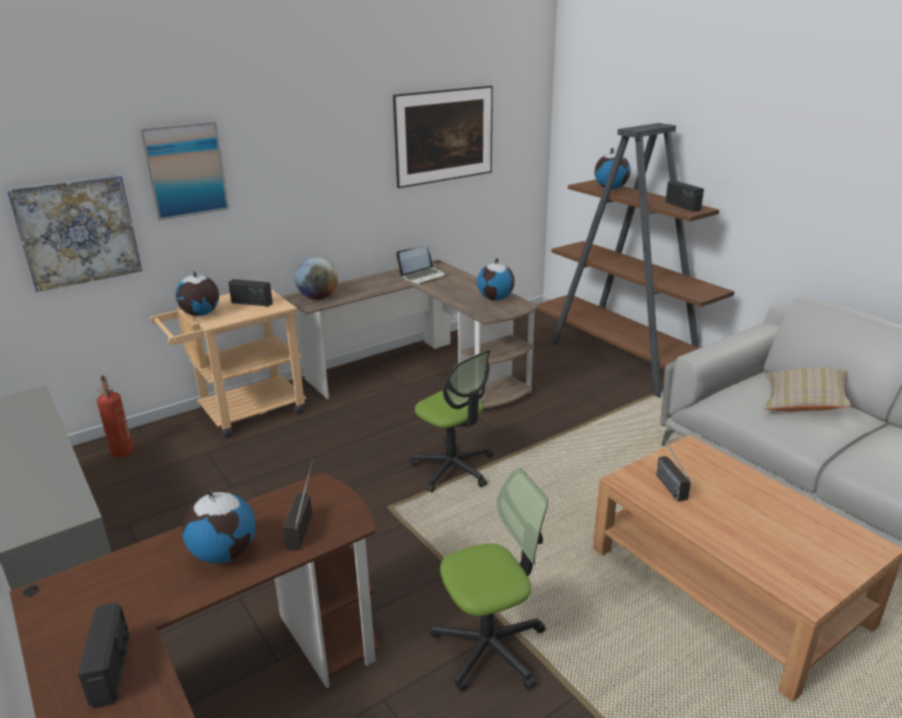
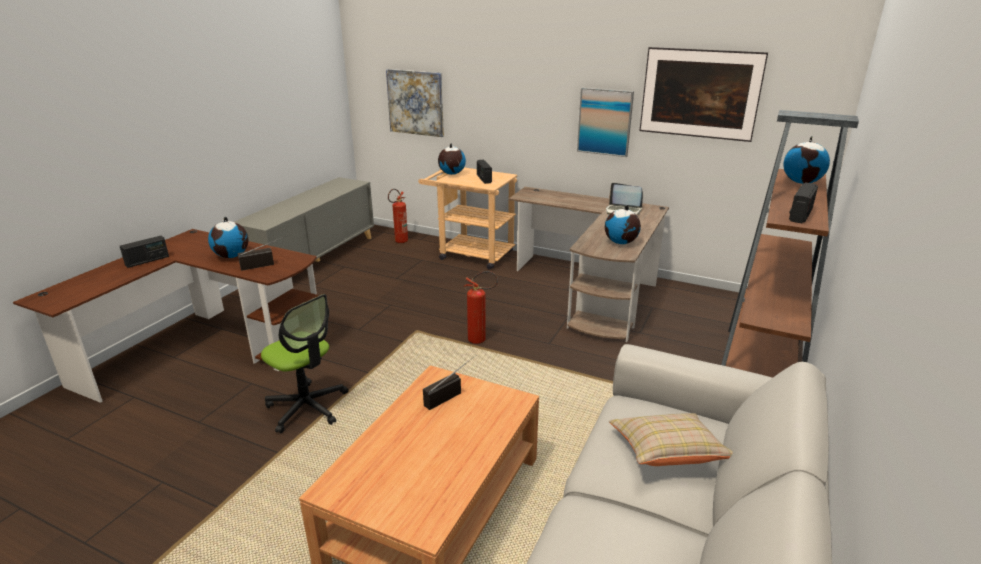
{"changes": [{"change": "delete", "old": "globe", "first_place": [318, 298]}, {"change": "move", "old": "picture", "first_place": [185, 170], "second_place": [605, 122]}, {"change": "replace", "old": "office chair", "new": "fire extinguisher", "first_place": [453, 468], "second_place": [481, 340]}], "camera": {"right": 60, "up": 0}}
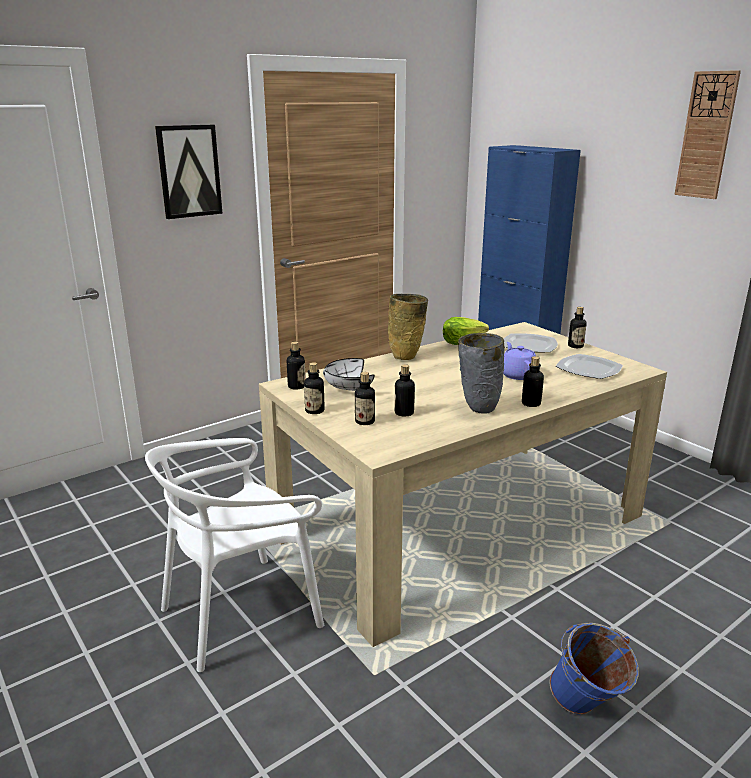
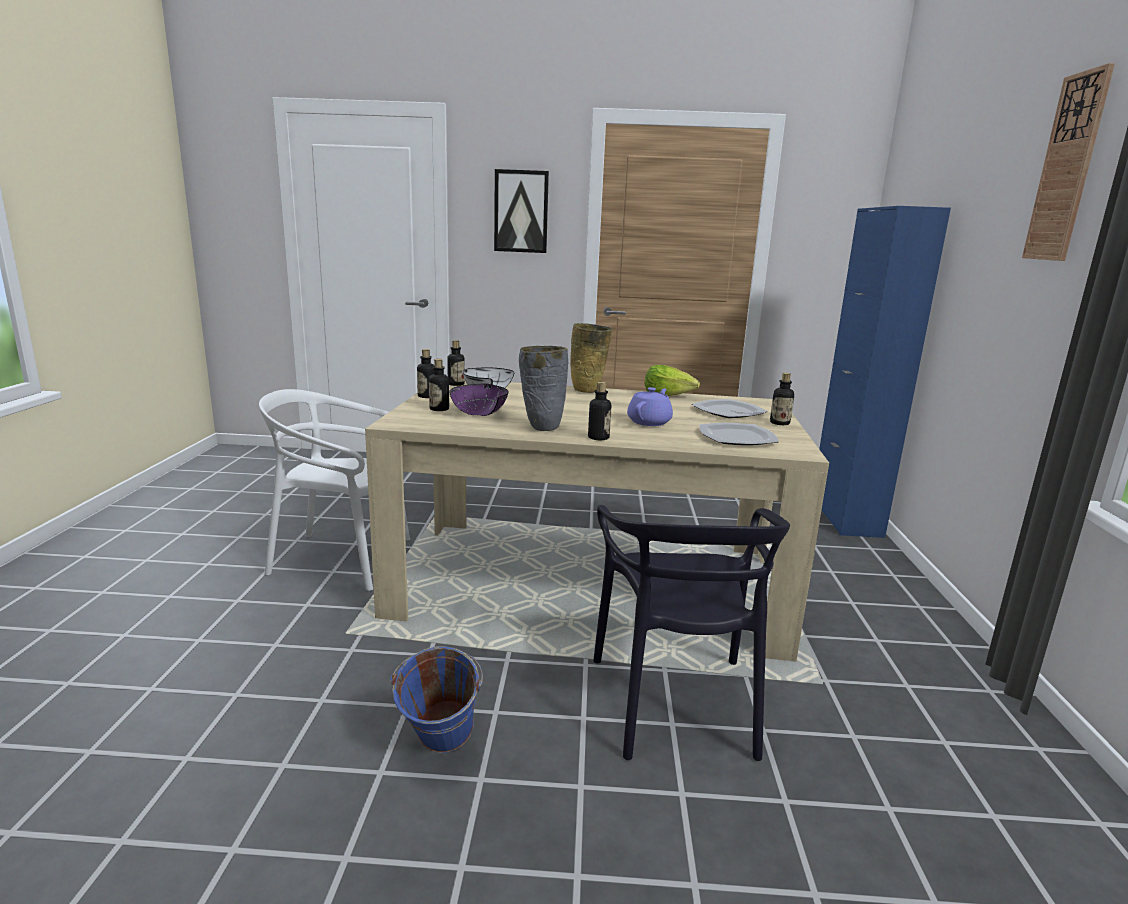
{"changes": [{"change": "insert", "new": "black chair", "second_place": [676, 703]}, {"change": "replace", "old": "bottle", "new": "purple bowl", "first_place": [404, 413], "second_place": [480, 413]}], "camera": {"right": 40, "up": -5}}
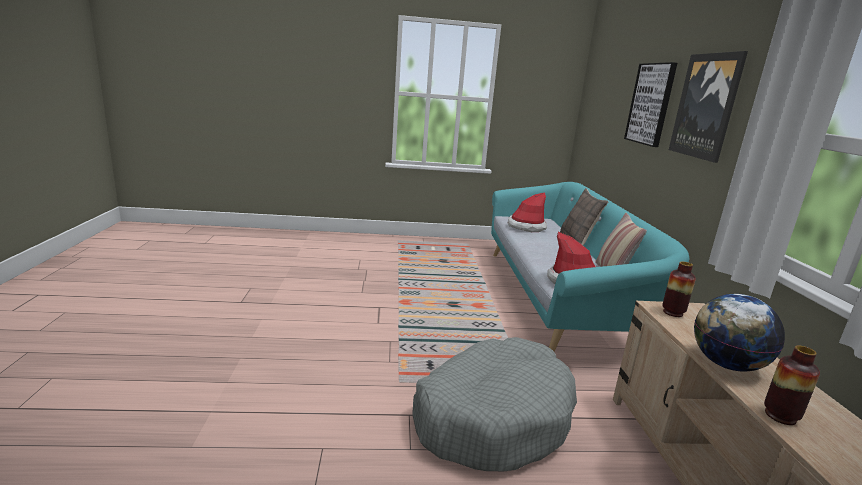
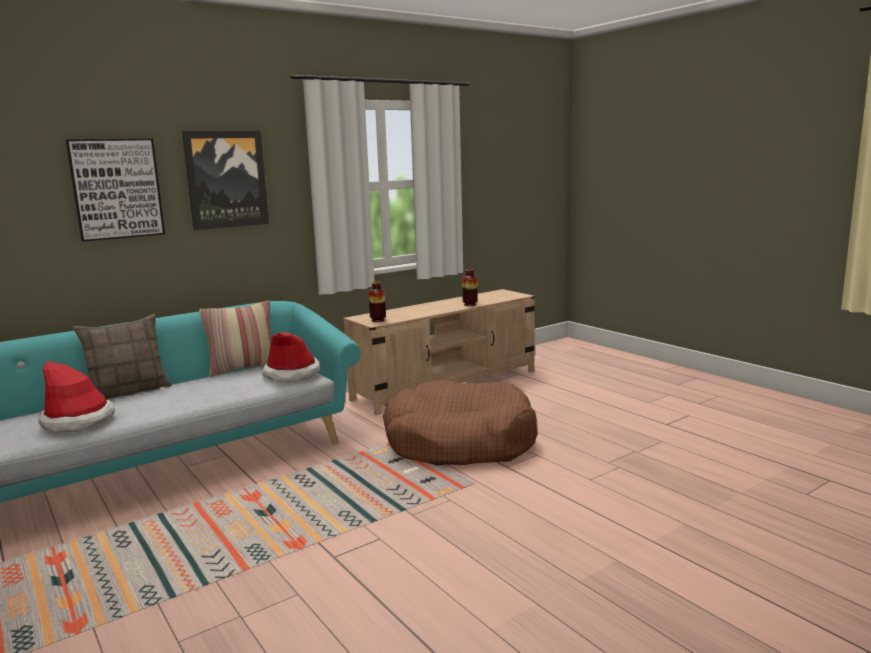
{"changes": [{"change": "delete", "old": "globe", "first_place": [726, 364]}, {"change": "recolor", "old": "grey dog bed", "new": "brown dog bed", "first_place": [492, 416], "second_place": [459, 442]}], "camera": {"right": -120, "up": -5}}
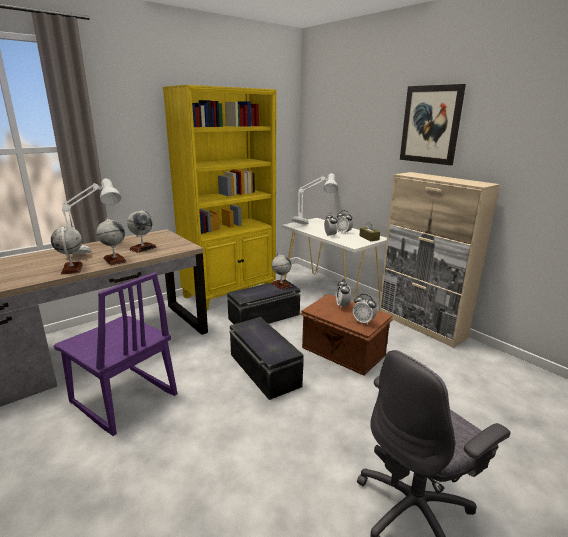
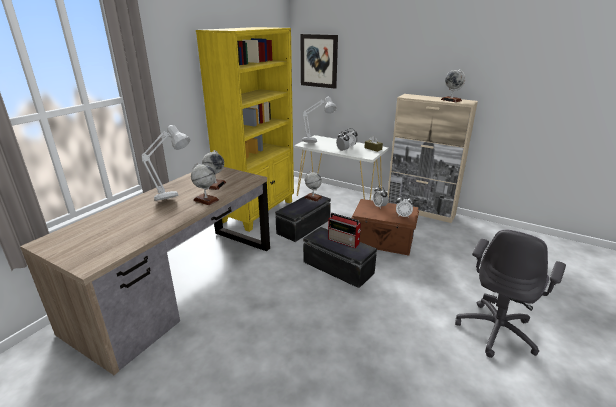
{"changes": [{"change": "delete", "old": "purple chair", "first_place": [123, 400]}, {"change": "insert", "new": "radio", "second_place": [344, 241]}, {"change": "move", "old": "globe", "first_place": [72, 269], "second_place": [451, 100]}, {"change": "move", "old": "picture", "first_place": [430, 125], "second_place": [319, 61]}], "camera": {"right": -20, "up": 5}}
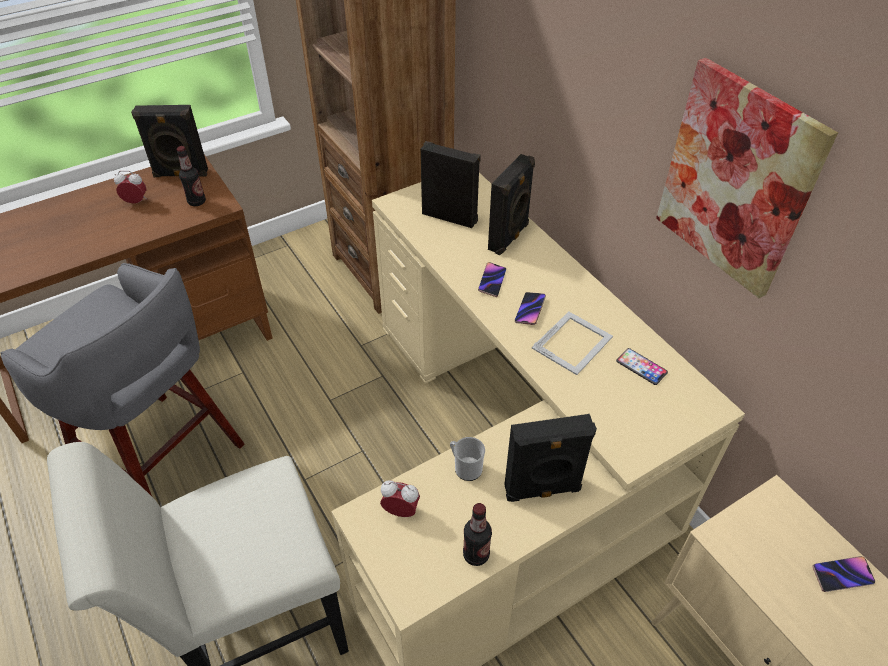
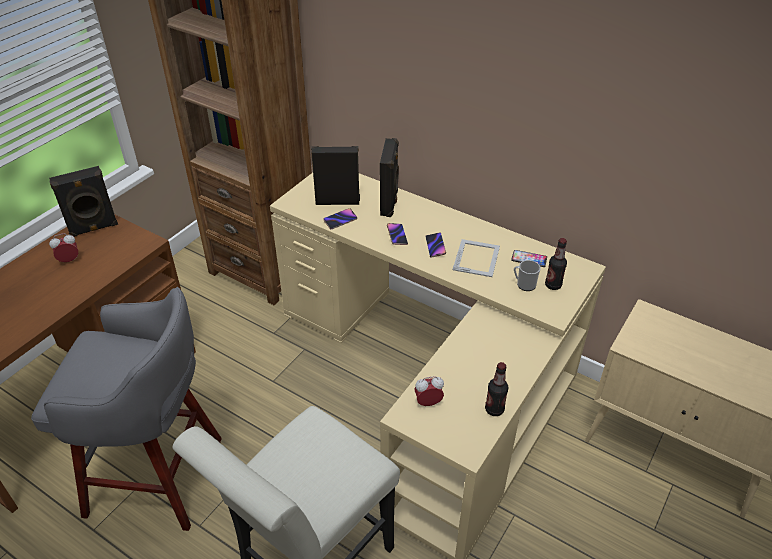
{"changes": [{"change": "delete", "old": "black speaker", "first_place": [542, 490]}, {"change": "delete", "old": "picture", "first_place": [737, 180]}, {"change": "move", "old": "bottle", "first_place": [197, 202], "second_place": [553, 285]}, {"change": "move", "old": "mug", "first_place": [465, 467], "second_place": [524, 284]}, {"change": "move", "old": "phone", "first_place": [842, 575], "second_place": [340, 220]}], "camera": {"right": -25, "up": -5}}
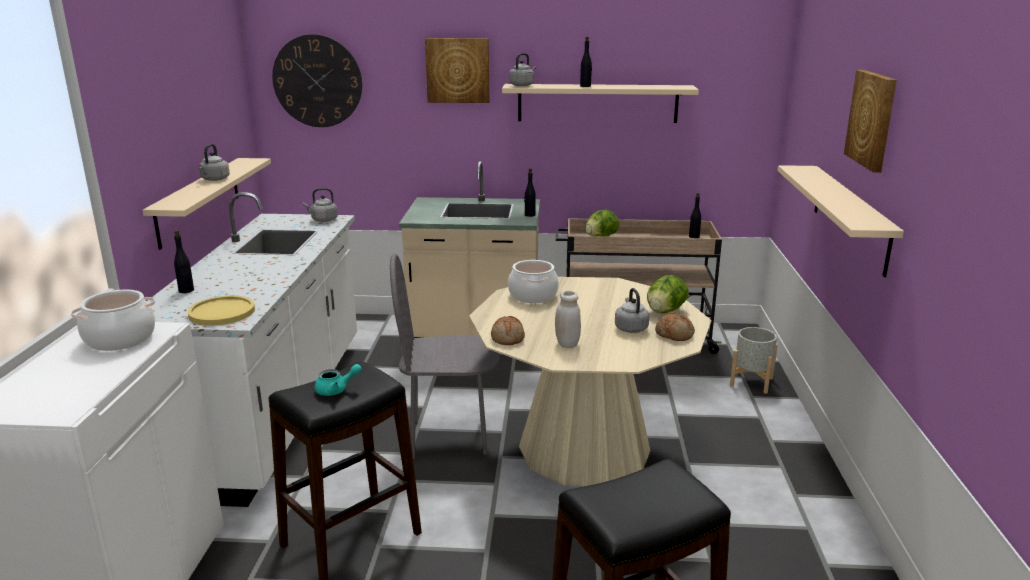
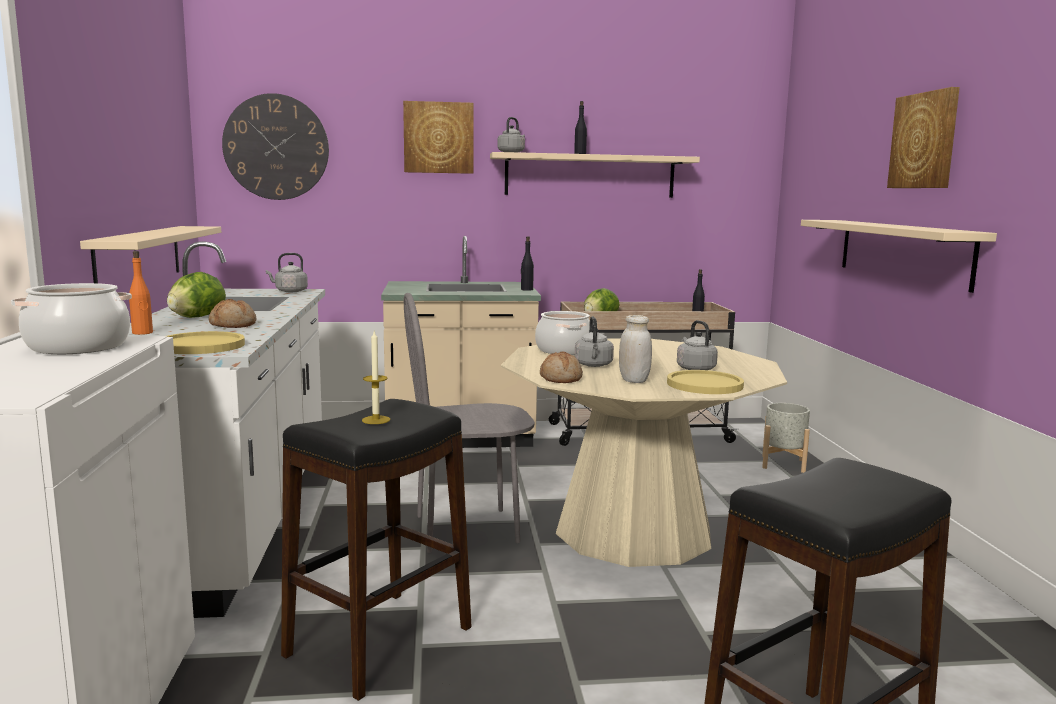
{"changes": [{"change": "insert", "new": "yellow plate", "second_place": [704, 384]}, {"change": "move", "old": "grey kettle", "first_place": [214, 179], "second_place": [593, 365]}, {"change": "move", "old": "lettuce", "first_place": [665, 311], "second_place": [196, 317]}, {"change": "move", "old": "bread", "first_place": [674, 334], "second_place": [233, 325]}, {"change": "replace", "old": "turquoise teapot", "new": "candle", "first_place": [336, 390], "second_place": [376, 420]}, {"change": "recolor", "old": "black bottle", "new": "orange bottle", "first_place": [186, 290], "second_place": [142, 333]}], "camera": {"right": -10, "up": -10}}
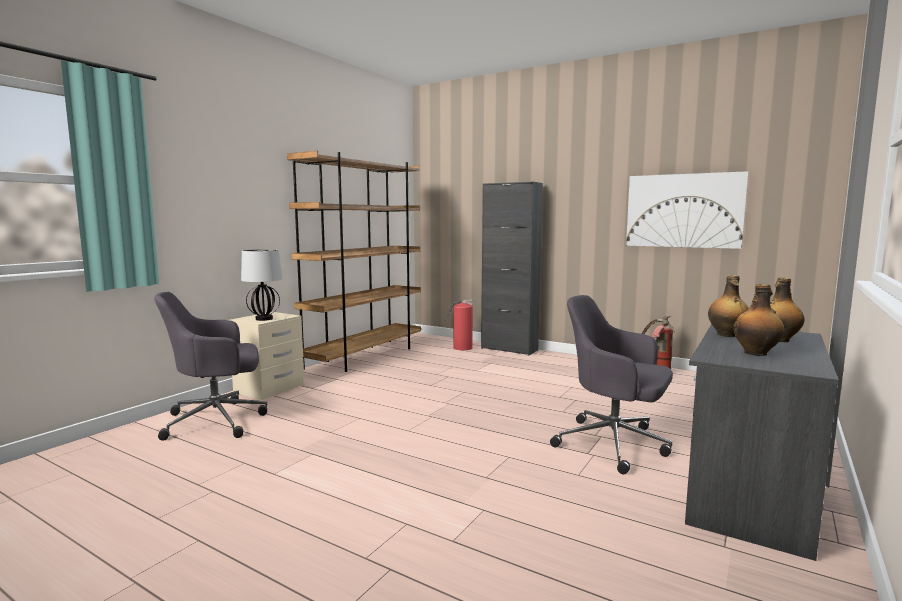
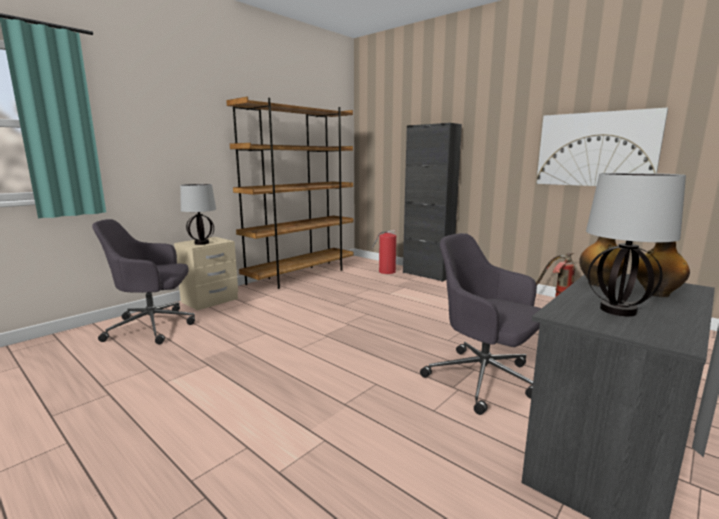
{"changes": [{"change": "replace", "old": "bottle", "new": "table lamp", "first_place": [756, 353], "second_place": [619, 310]}], "camera": {"right": 10, "up": 5}}
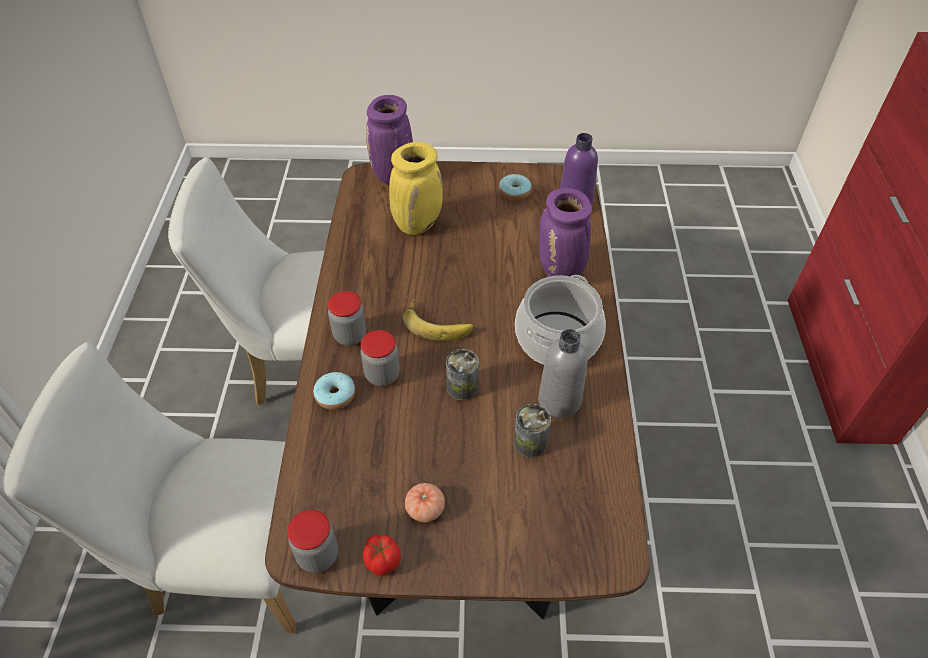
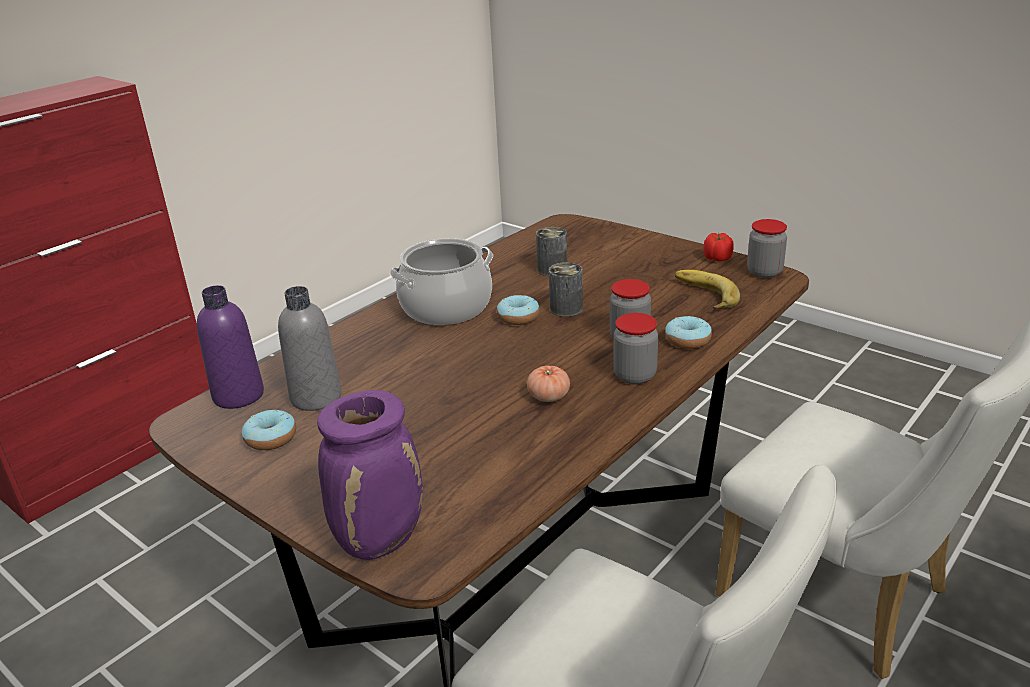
{"changes": [{"change": "delete", "old": "yellow vase", "first_place": [417, 224]}, {"change": "delete", "old": "purple vase", "first_place": [561, 273]}, {"change": "insert", "new": "donut", "second_place": [518, 317]}, {"change": "move", "old": "banana", "first_place": [438, 323], "second_place": [702, 295]}, {"change": "move", "old": "tomato", "first_place": [425, 509], "second_place": [548, 396]}, {"change": "move", "old": "grey bottle", "first_place": [559, 401], "second_place": [316, 397]}], "camera": {"right": -140, "up": -20}}
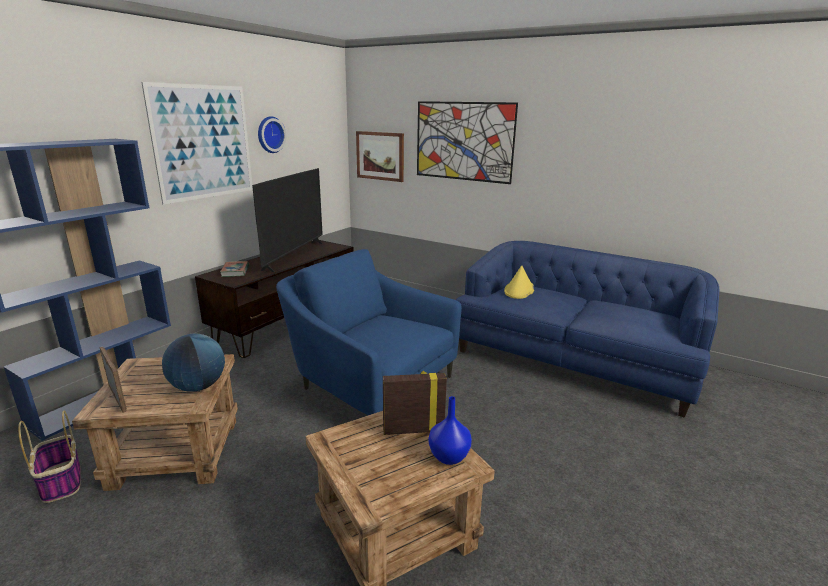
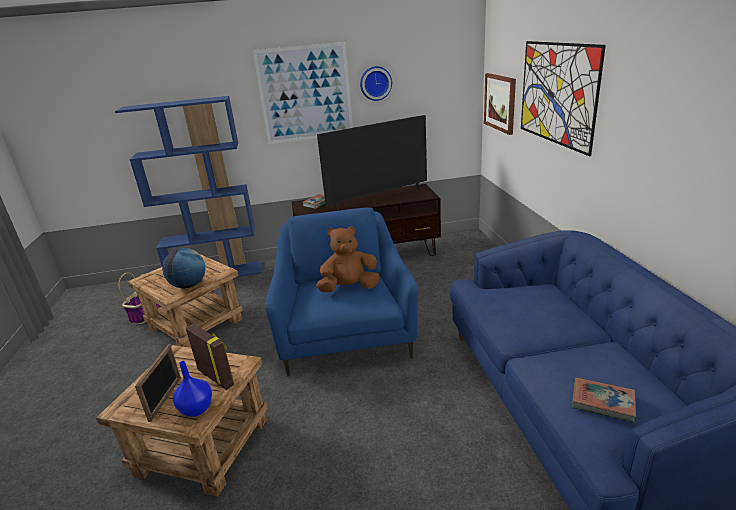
{"changes": [{"change": "delete", "old": "yellow hat", "first_place": [519, 290]}, {"change": "insert", "new": "brown plush toy", "second_place": [349, 288]}, {"change": "insert", "new": "book", "second_place": [602, 402]}, {"change": "move", "old": "picture frame", "first_place": [117, 397], "second_place": [166, 398]}], "camera": {"right": 50, "up": 5}}
